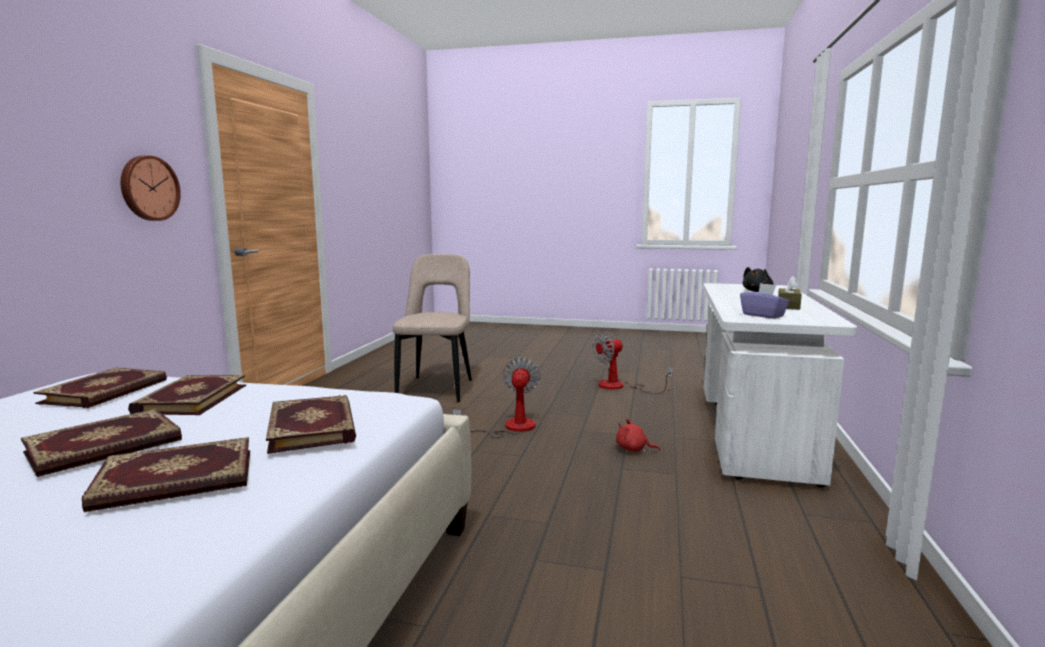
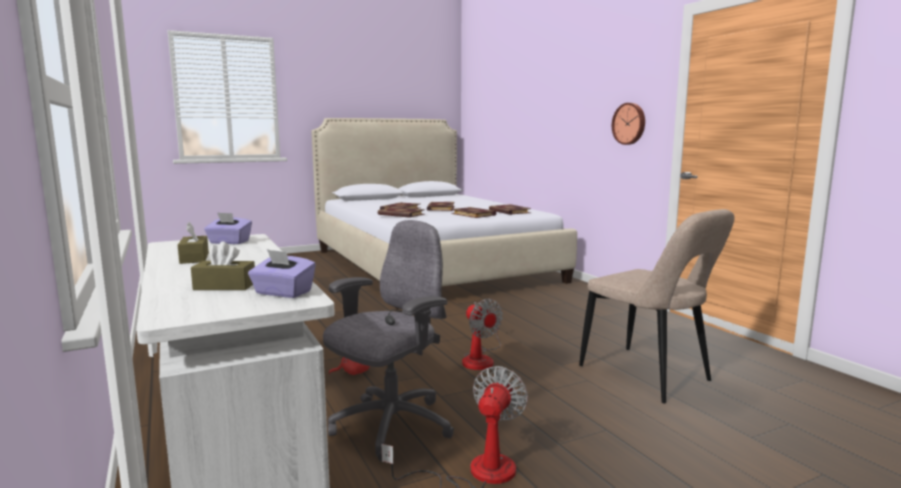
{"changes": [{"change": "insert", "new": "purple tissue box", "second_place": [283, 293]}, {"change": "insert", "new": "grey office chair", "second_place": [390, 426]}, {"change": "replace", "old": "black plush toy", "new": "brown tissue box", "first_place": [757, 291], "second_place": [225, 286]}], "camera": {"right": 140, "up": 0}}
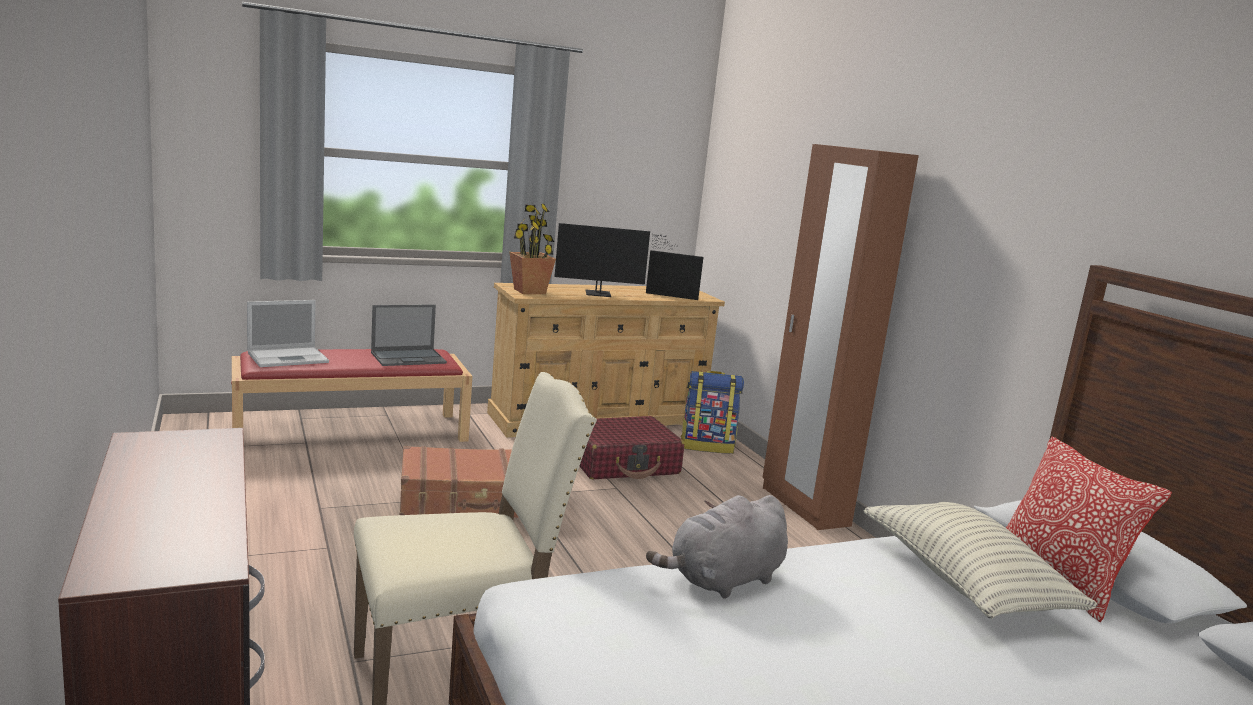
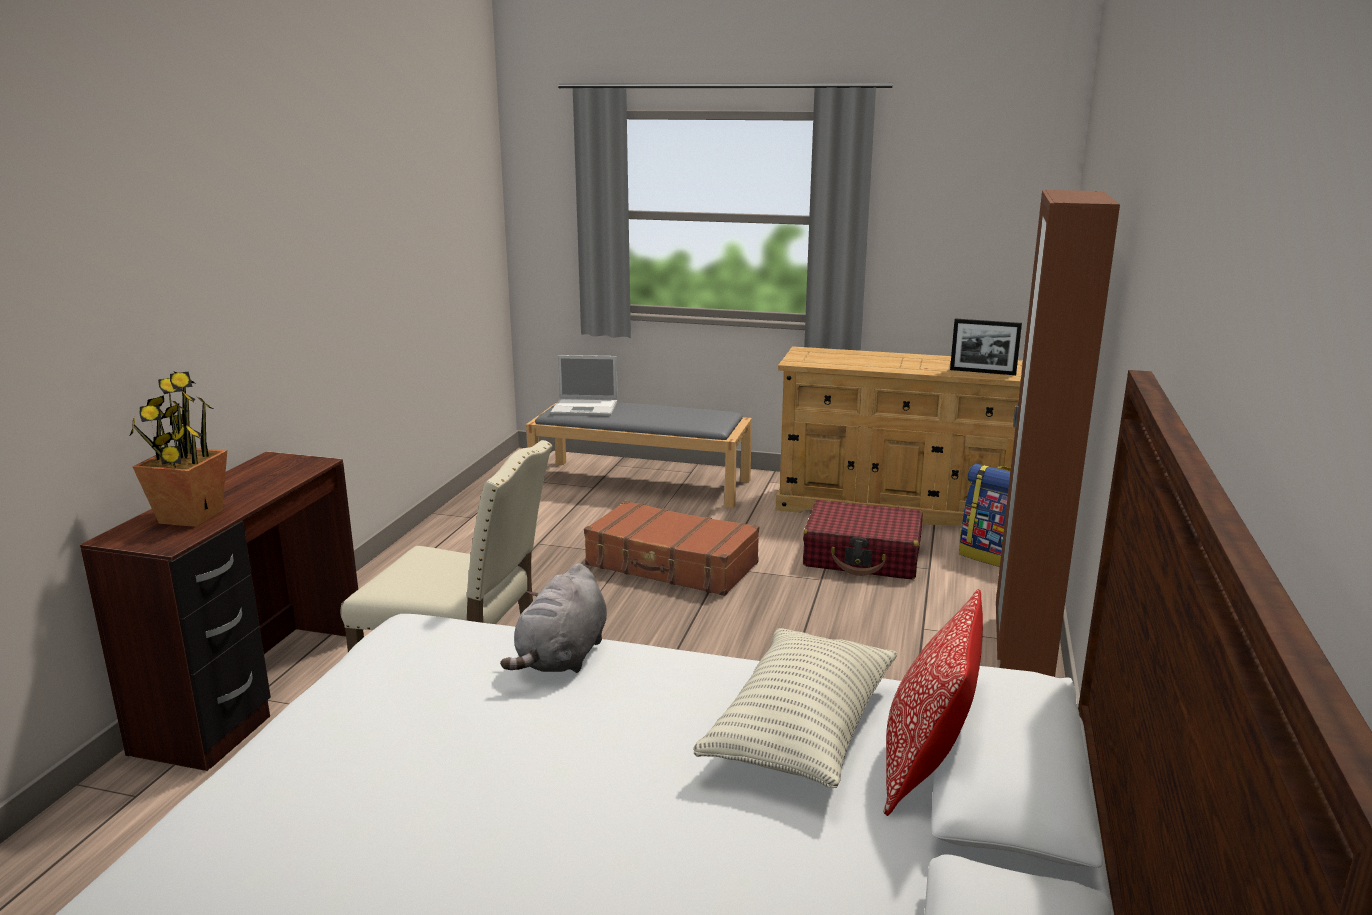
{"changes": [{"change": "delete", "old": "laptop", "first_place": [409, 358]}, {"change": "delete", "old": "monitor", "first_place": [602, 294]}, {"change": "move", "old": "potted plant", "first_place": [529, 291], "second_place": [190, 517]}, {"change": "recolor", "old": "red bench", "new": "grey bench", "first_place": [352, 431], "second_place": [642, 483]}, {"change": "rotate", "old": "picture frame", "first_place": [671, 296], "second_place": [982, 372], "degrees": 150}, {"change": "rotate", "old": "grey plush toy", "first_place": [723, 581], "second_place": [562, 657], "degrees": -75}], "camera": {"right": 40, "up": 5}}
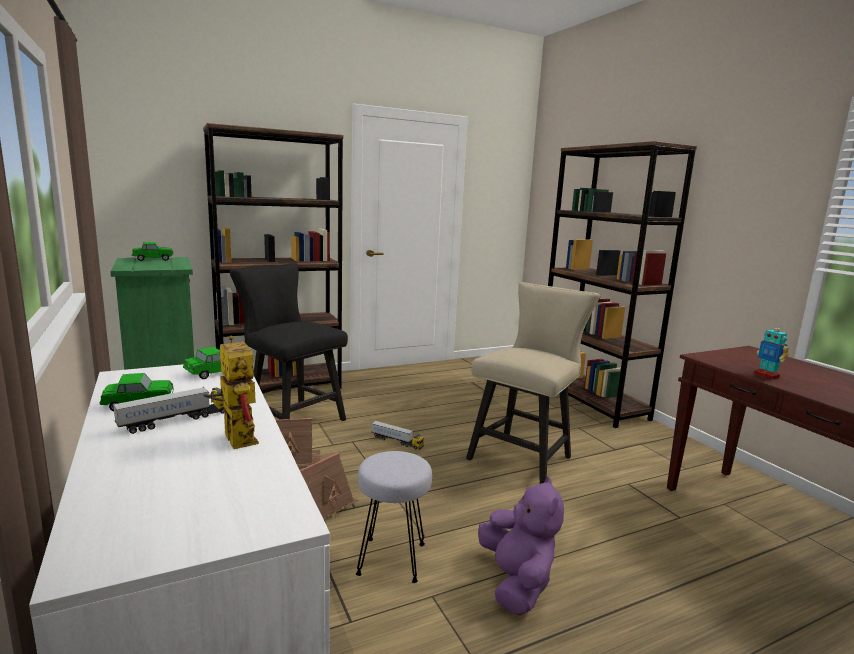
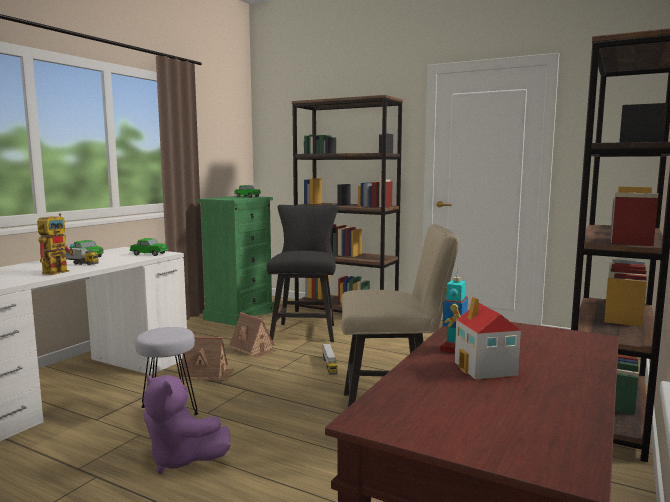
{"changes": [{"change": "insert", "new": "toy house", "second_place": [486, 369]}, {"change": "rotate", "old": "purple plush toy", "first_place": [516, 583], "second_place": [181, 459], "degrees": 75}], "camera": {"right": 55, "up": -5}}
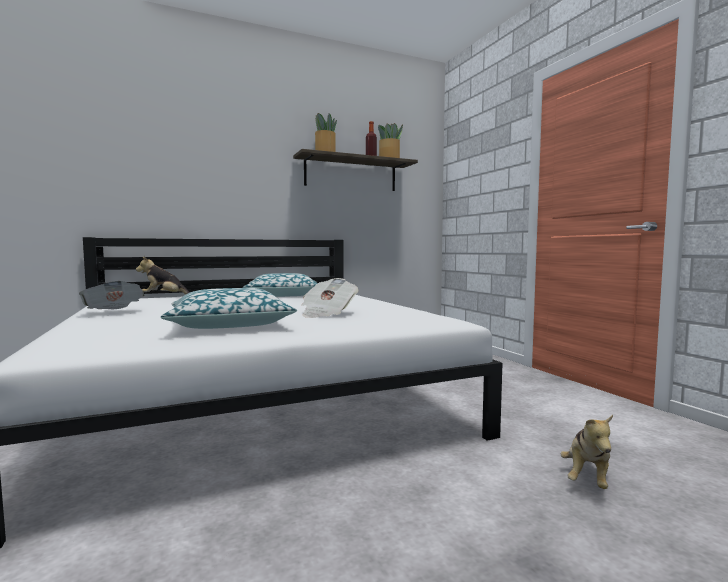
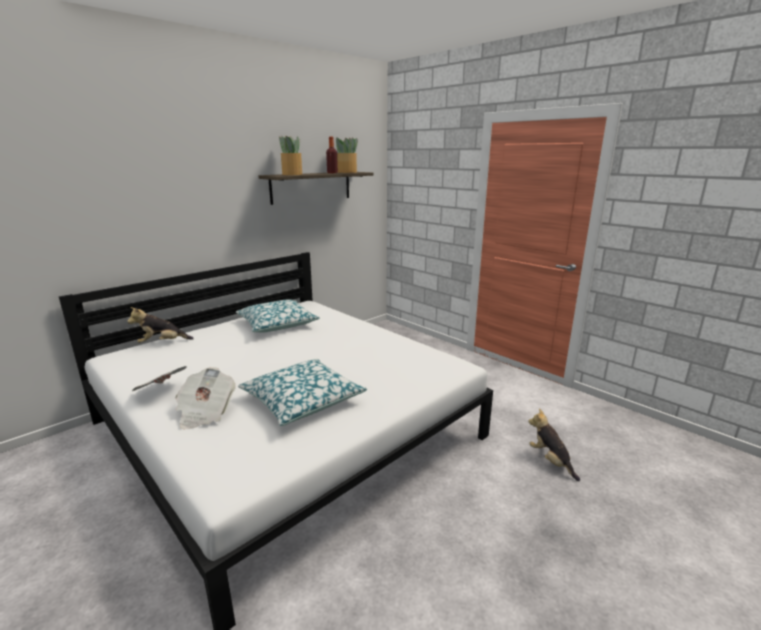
{"changes": [{"change": "move", "old": "newspaper", "first_place": [327, 314], "second_place": [205, 412]}, {"change": "rotate", "old": "plush toy", "first_place": [587, 478], "second_place": [550, 461], "degrees": 150}], "camera": {"right": -20, "up": 15}}
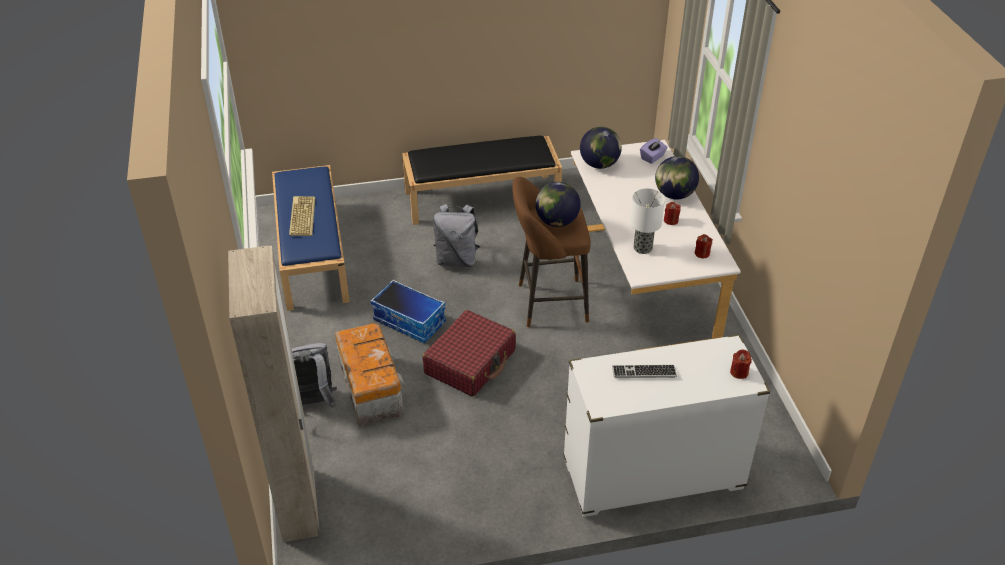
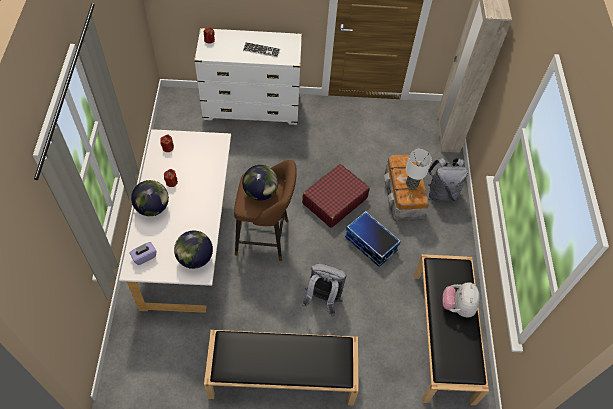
{"changes": [{"change": "move", "old": "table lamp", "first_place": [642, 248], "second_place": [412, 184]}, {"change": "replace", "old": "keyboard", "new": "plush toy", "first_place": [301, 216], "second_place": [457, 306]}, {"change": "recolor", "old": "blue bench", "new": "black bench", "first_place": [311, 253], "second_place": [443, 336]}], "camera": {"right": -170, "up": 15}}
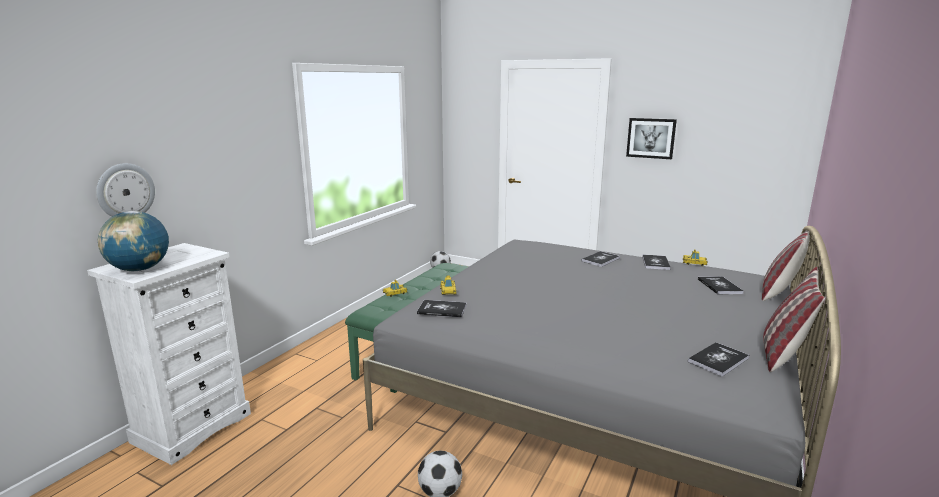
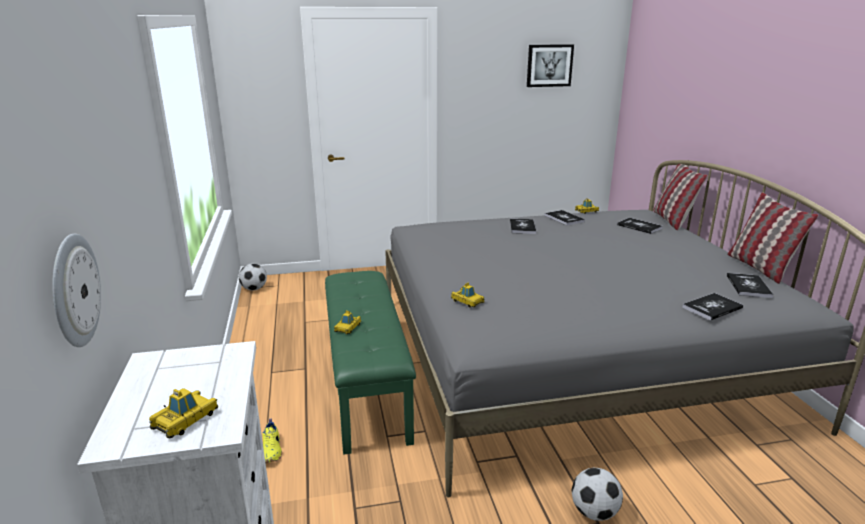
{"changes": [{"change": "insert", "new": "yellow shoe", "second_place": [272, 450]}, {"change": "move", "old": "book", "first_place": [442, 310], "second_place": [712, 308]}, {"change": "move", "old": "picture", "first_place": [651, 138], "second_place": [549, 65]}, {"change": "replace", "old": "globe", "new": "toy car", "first_place": [140, 269], "second_place": [185, 419]}], "camera": {"right": -40, "up": 5}}
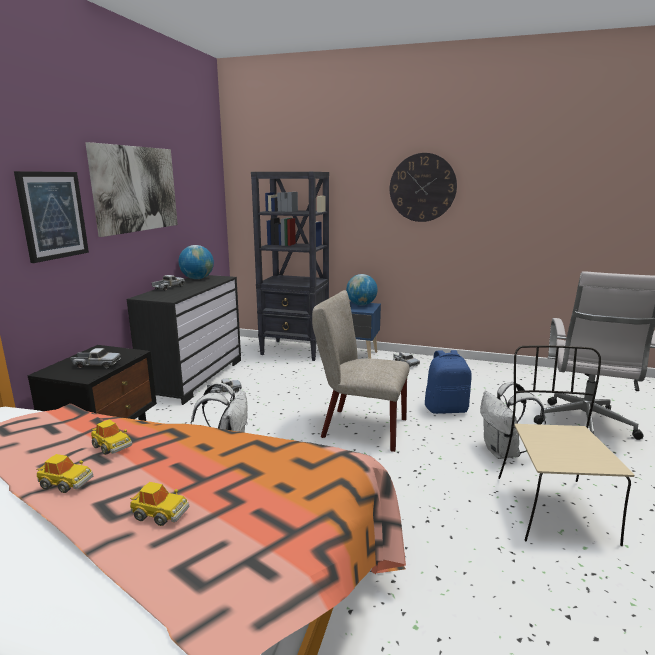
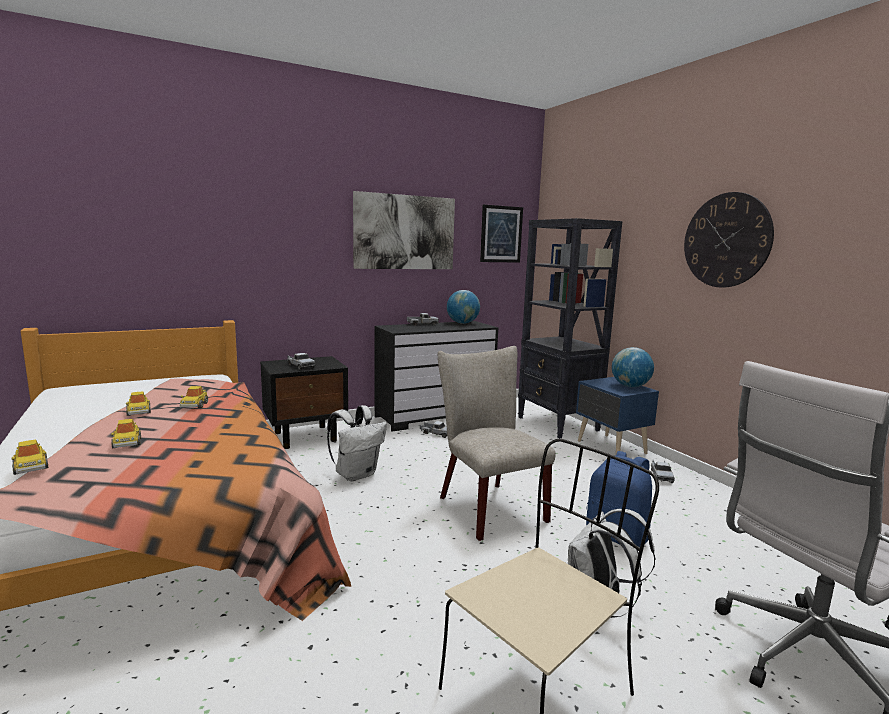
{"changes": [{"change": "insert", "new": "toy car", "second_place": [31, 467]}, {"change": "move", "old": "picture", "first_place": [53, 215], "second_place": [501, 234]}], "camera": {"right": 45, "up": -5}}
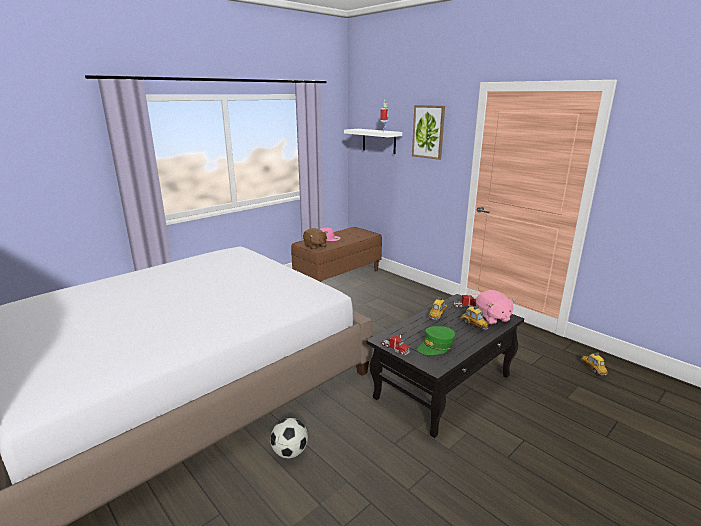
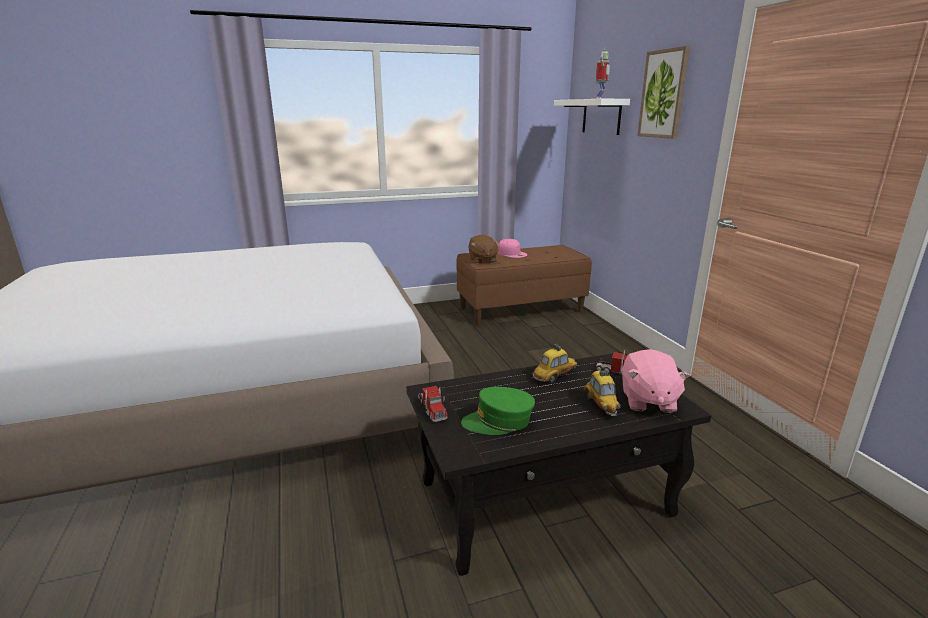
{"changes": [{"change": "delete", "old": "football", "first_place": [290, 452]}, {"change": "delete", "old": "toy car", "first_place": [592, 369]}], "camera": {"right": 25, "up": 0}}
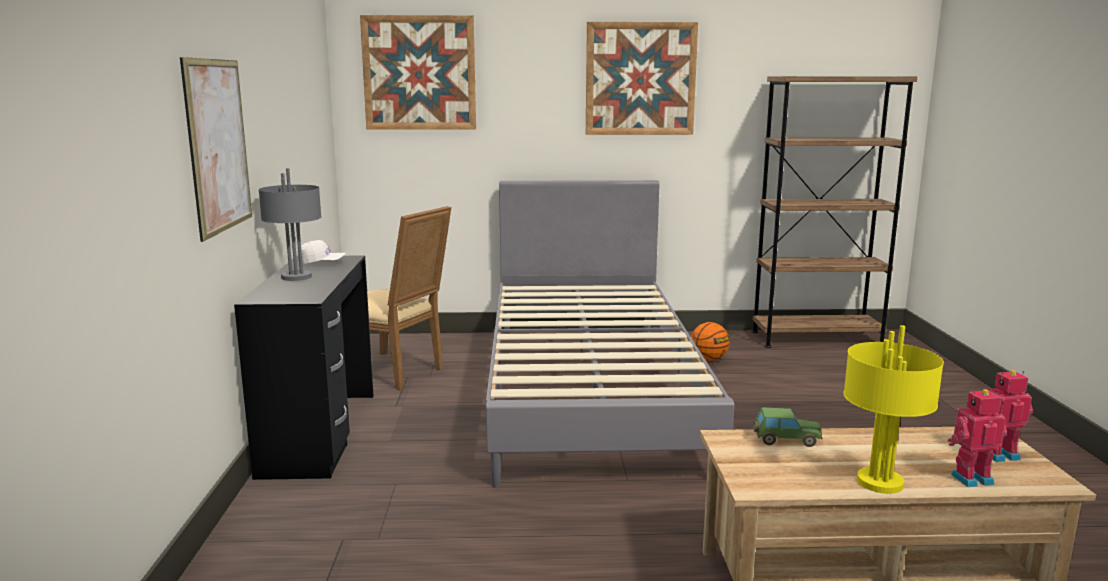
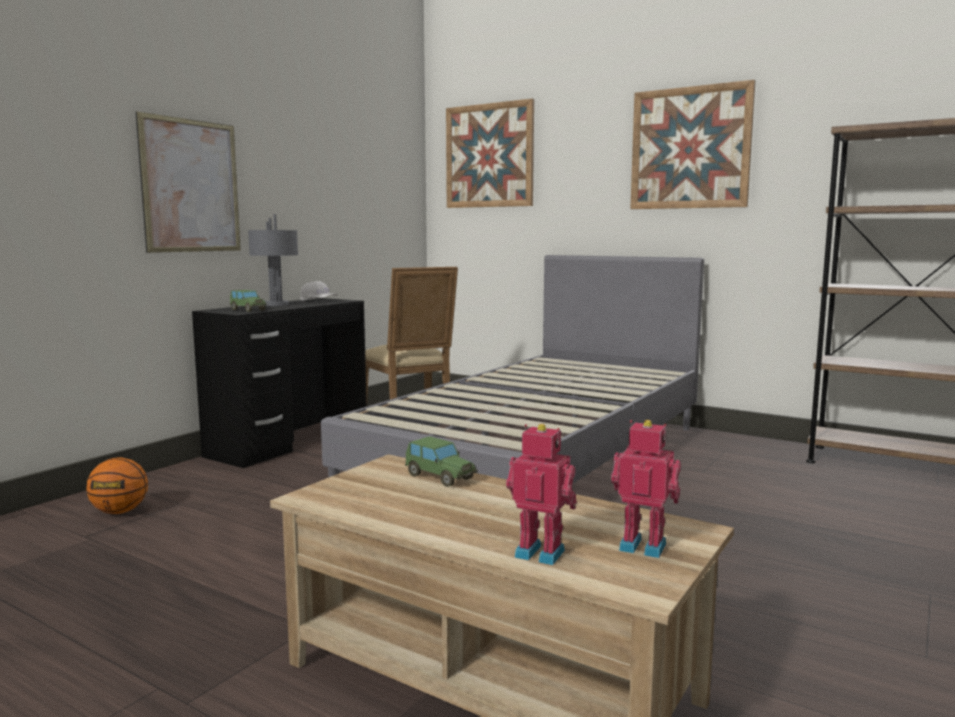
{"changes": [{"change": "delete", "old": "yellow table lamp", "first_place": [880, 483]}, {"change": "insert", "new": "toy car", "second_place": [248, 310]}, {"change": "move", "old": "basketball", "first_place": [708, 359], "second_place": [120, 512]}], "camera": {"right": 35, "up": -5}}
